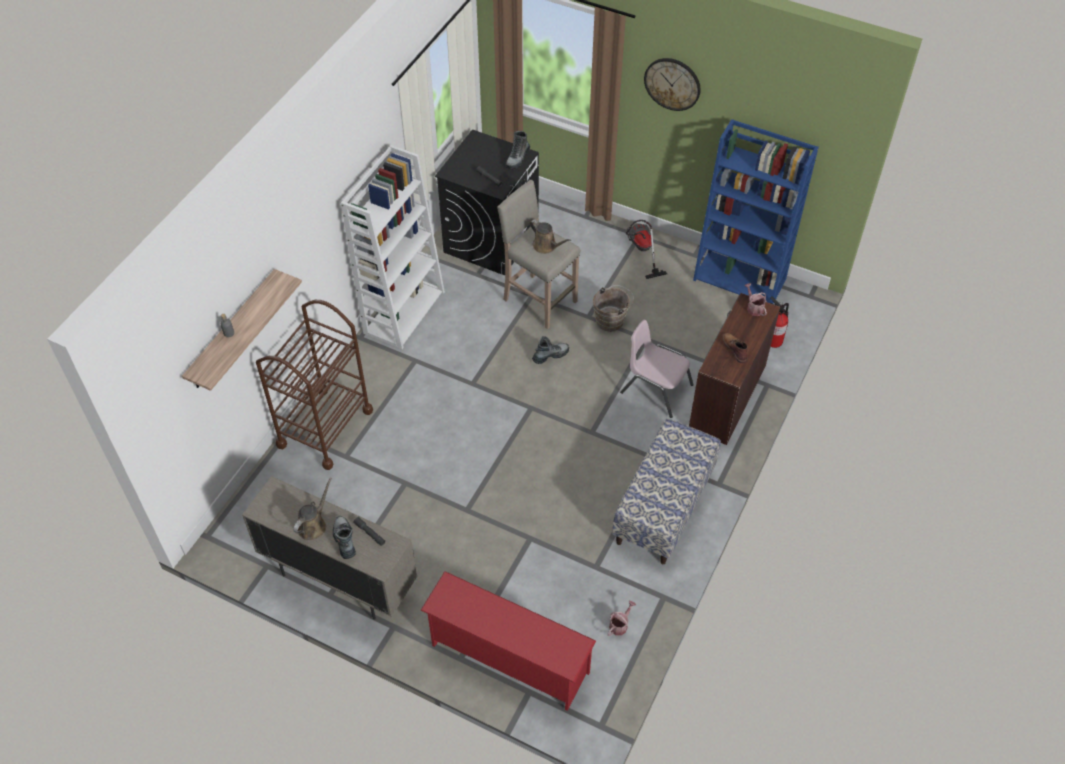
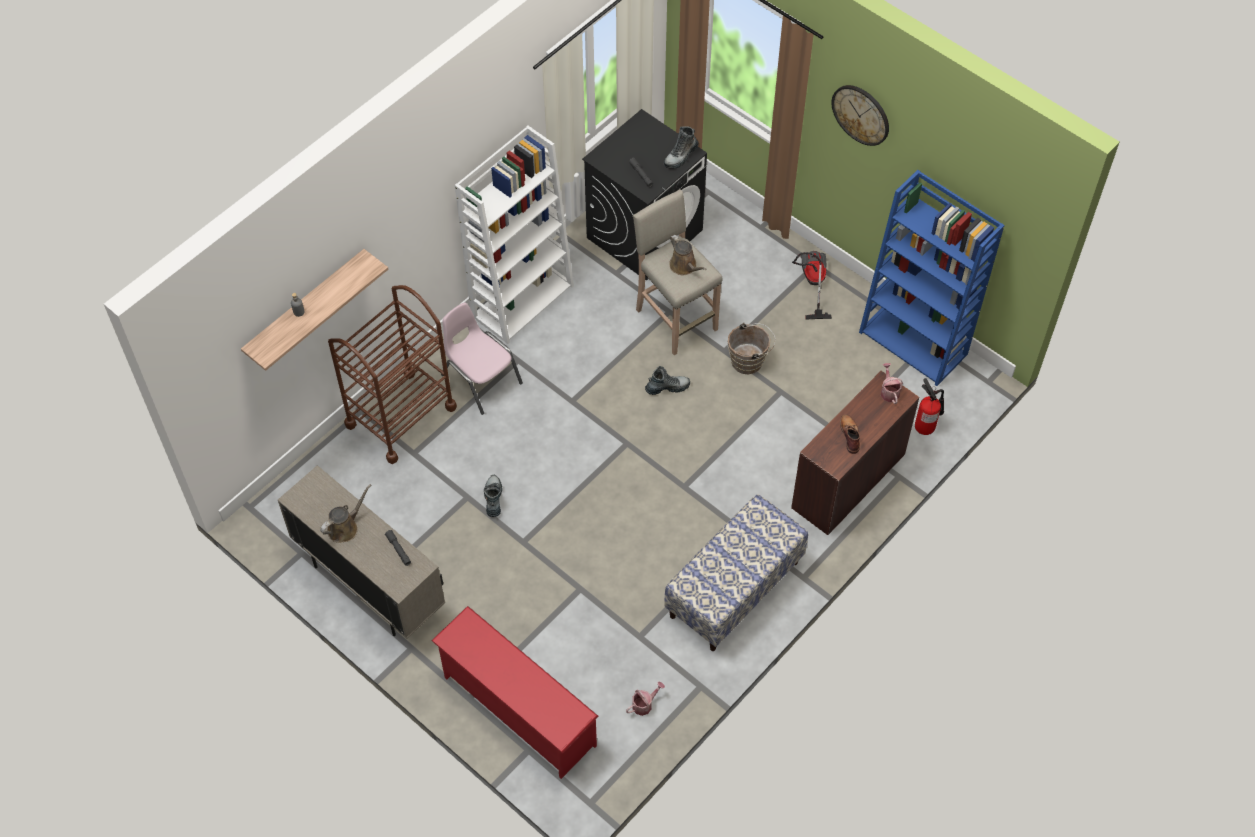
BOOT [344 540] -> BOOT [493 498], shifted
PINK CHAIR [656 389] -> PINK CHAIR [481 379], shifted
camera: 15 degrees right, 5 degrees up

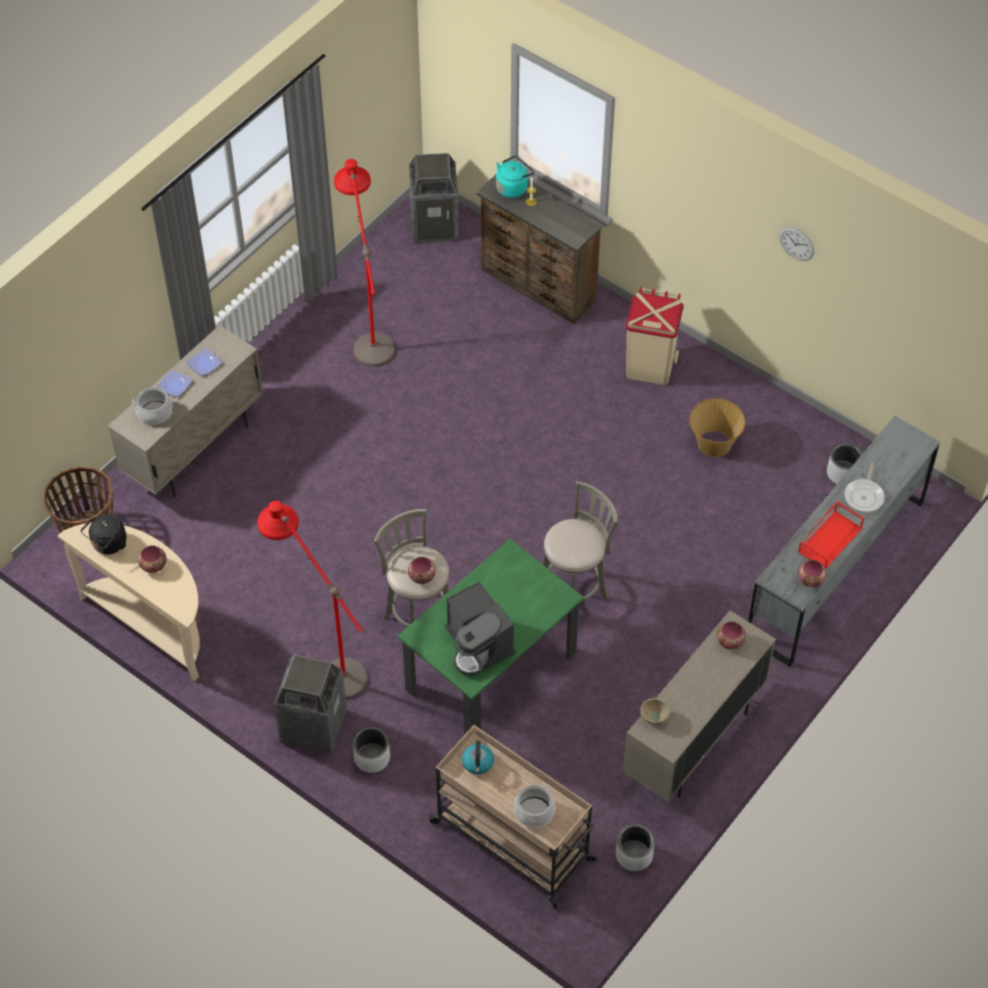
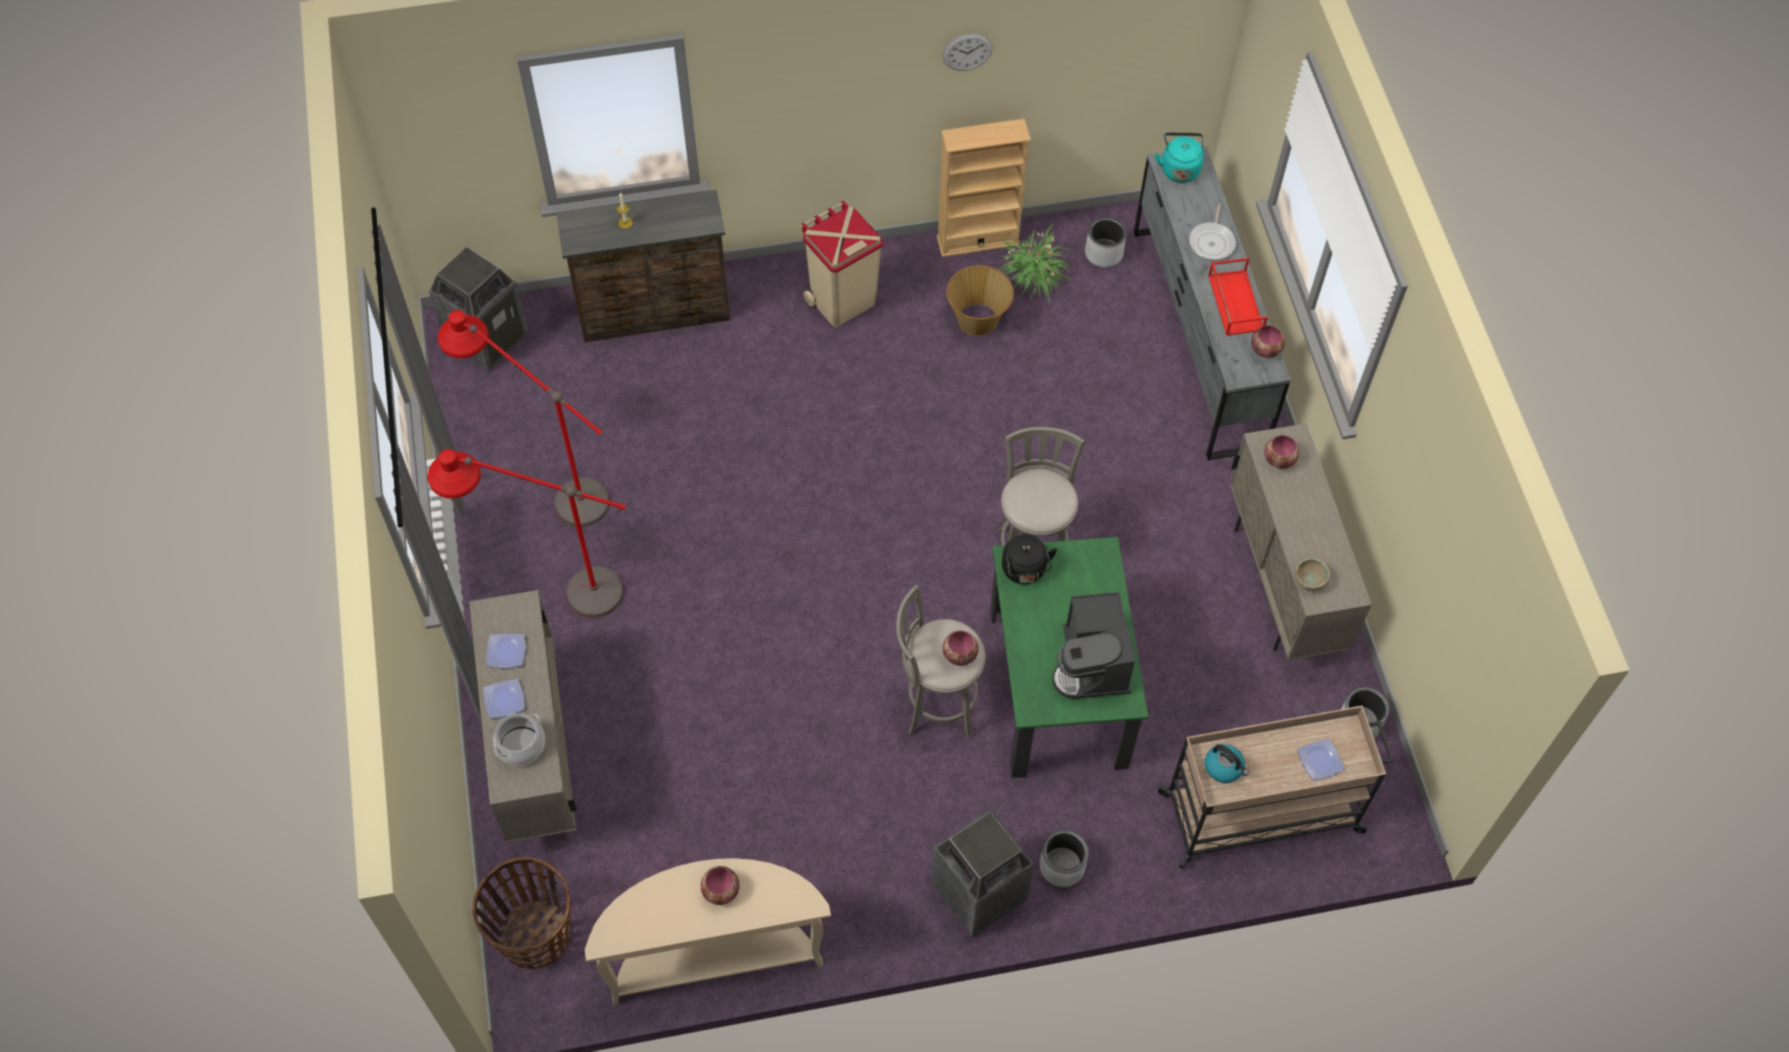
none -> BEIGE BOOKCASE [978 240]
none -> POTTED PLANT [1033 275]
BLACK KETTLE [108 545] -> BLACK KETTLE [1024 571], shifted
RED FLOOR LAMP [323 657] -> RED FLOOR LAMP [554 592], shifted
TURQUOISE KETTLE [513 187] -> TURQUOISE KETTLE [1179 168], shifted
COOKING POT [534 811] -> PLATE [1319 760]
COFFEE MACHINE [479 645] -> COFFEE MACHINE [1092 664], 75 degrees clockwise
FRYING PAN [864 496] -> FRYING PAN [1212 241], 45 degrees clockwise
camera: 50 degrees left, 5 degrees up

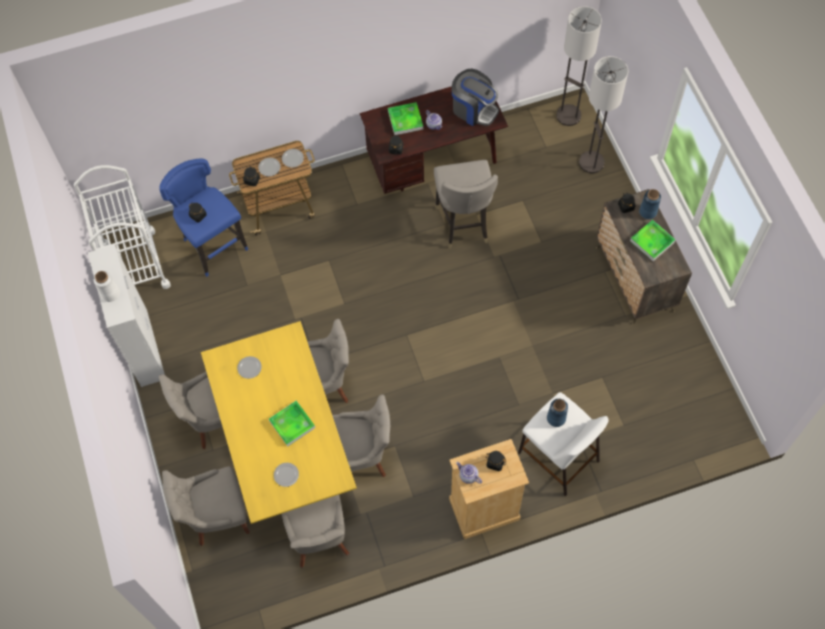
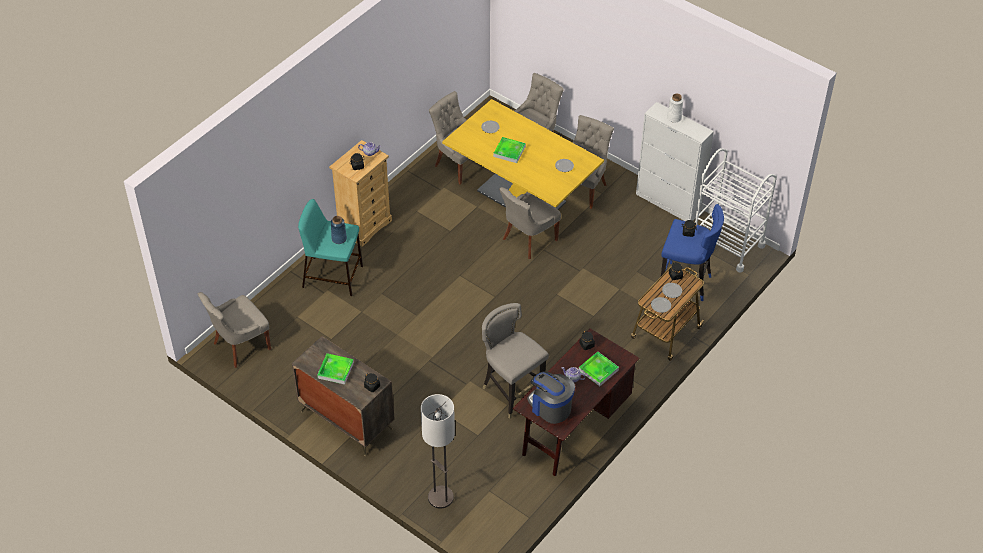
FLOOR LAMP [568 115] -> none
BLUE VASE [648 212] -> none
GREY CHAIR [360 456] -> GREY CHAIR [240 346], shifted
WHITE STOOL [557 456] -> TURQUOISE STOOL [333 276]
COFFEE MACHINE [474 109] -> COFFEE MACHINE [550 407], 45 degrees clockwise
camera: 145 degrees right, 15 degrees down

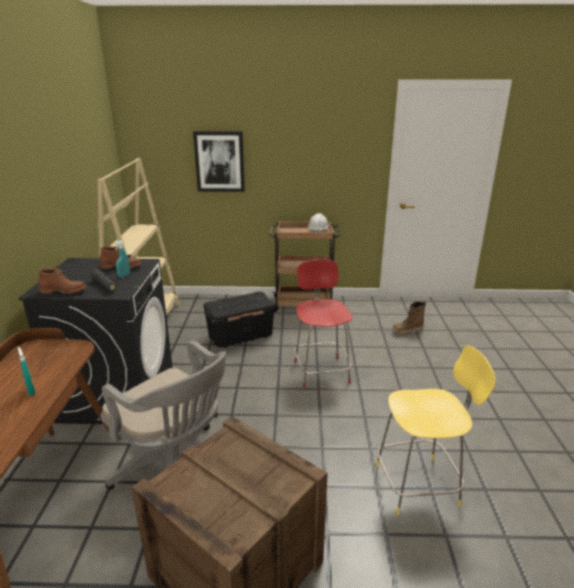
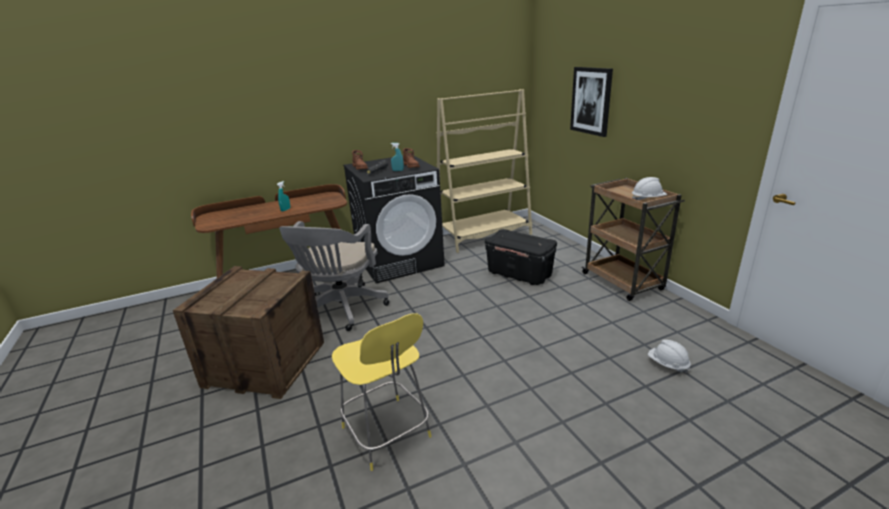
RED STOOL [321 370] -> none
BOOT [407 331] -> WHITE HARD HAT [667 364]
camera: 65 degrees right, 0 degrees up

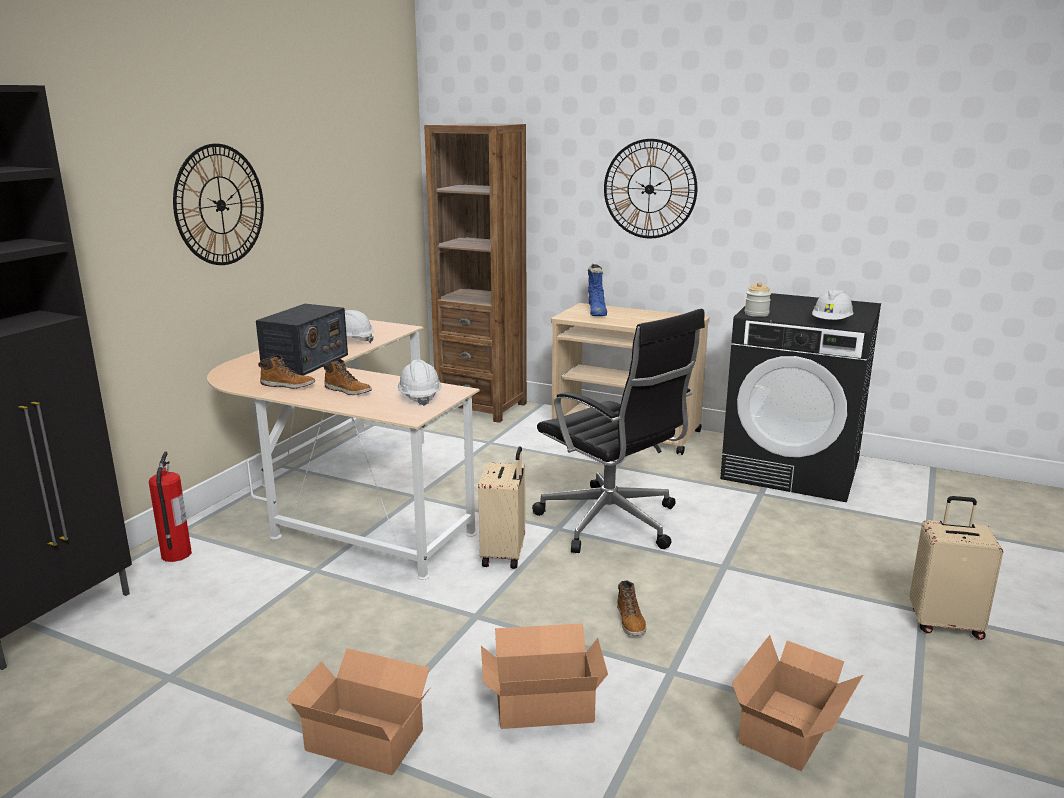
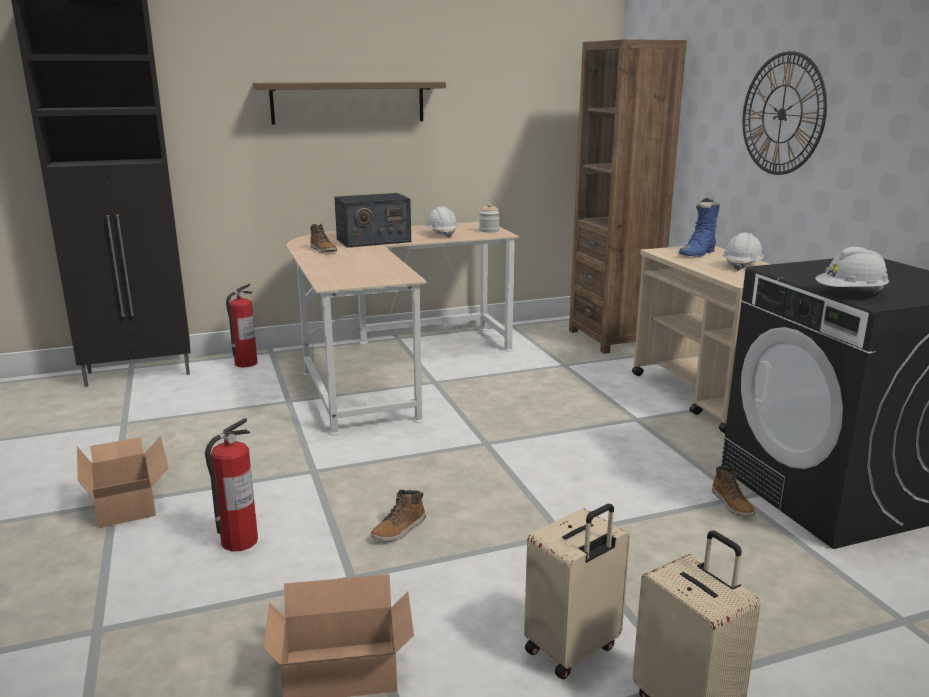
BLACK OFFICE CHAIR [612 523] -> none
BOOT [348 391] -> BOOT [733 504], shifted
WHITE HARD HAT [419 397] -> WHITE HARD HAT [741 266], shifted
BEIGE SUITCASE [505 555] -> BEIGE SUITCASE [573 650], shifted
JAR [756 314] -> JAR [489 230], shifted
WALL CLOCK [220 205] -> SHELF [348 102]
CARDBOARD BOX [541 702] -> FIRE EXTINGUISHER [239 541]
camera: 45 degrees right, 0 degrees up

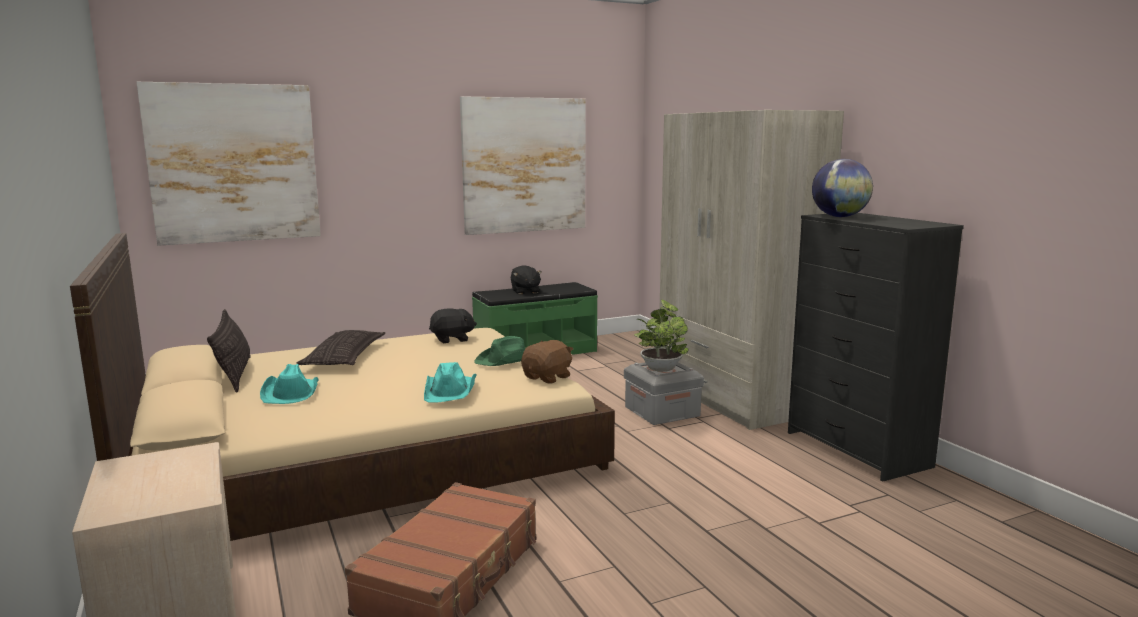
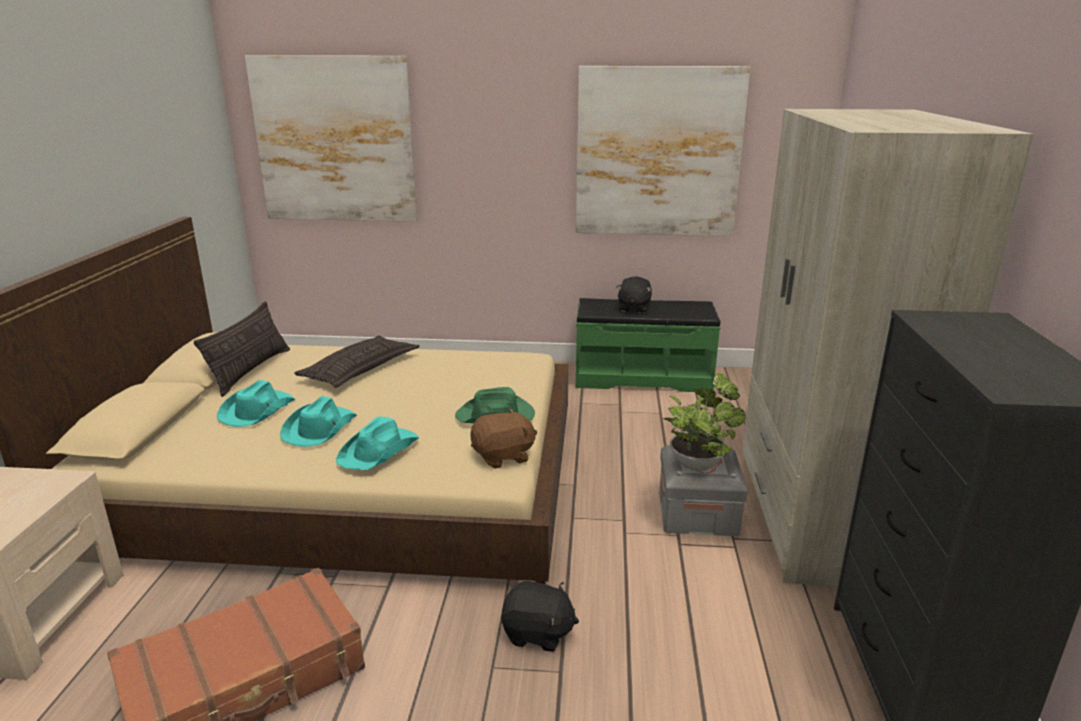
GLOBE [840 216] -> none
none -> TURQUOISE HAT [319 428]
BLACK PLUSH TOY [452 339] -> BLACK PLUSH TOY [537 633], shifted
camera: 30 degrees right, 10 degrees up

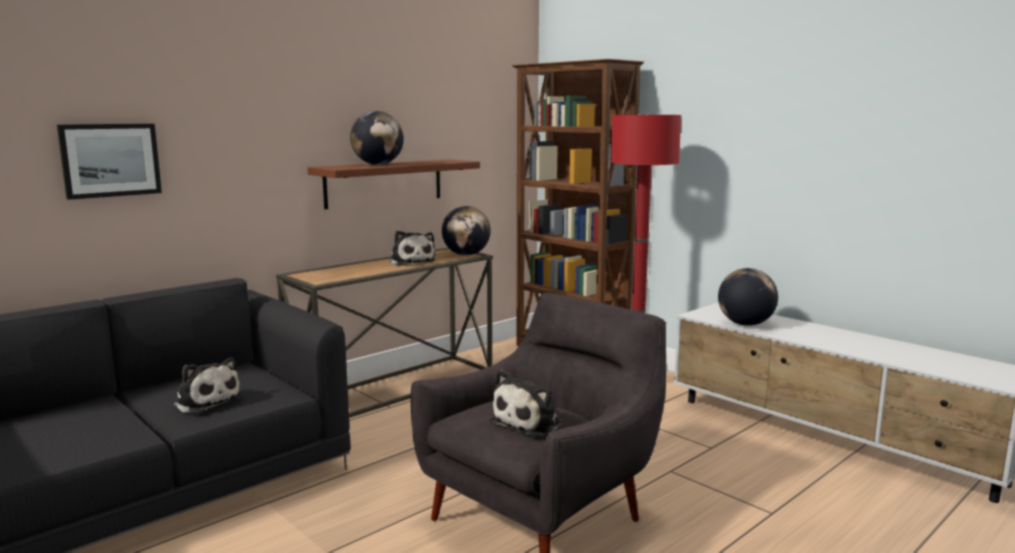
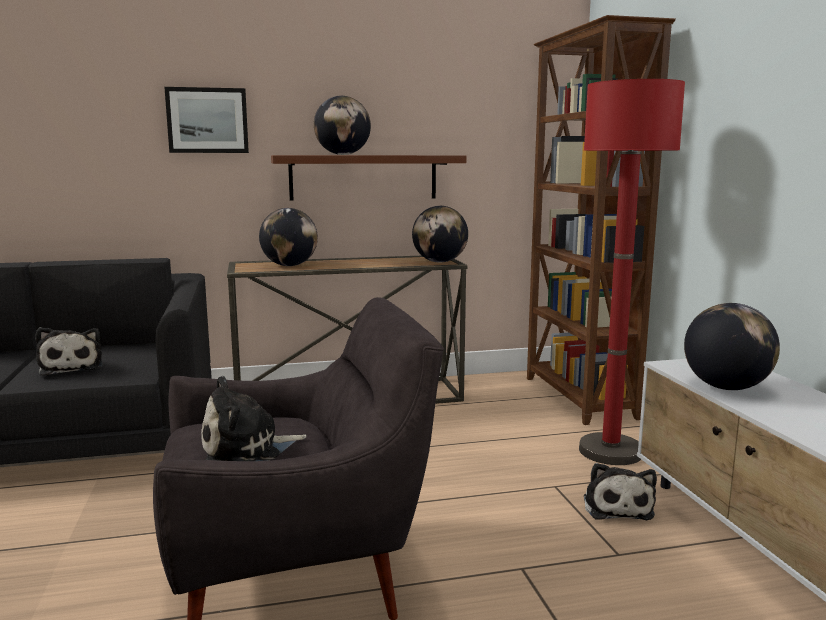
none -> GLOBE [289 266]
PICTURE [110 160] -> PICTURE [207 120], shifted
PLUSH TOY [411 261] -> PLUSH TOY [616 506], shifted
camera: 30 degrees right, 0 degrees up

